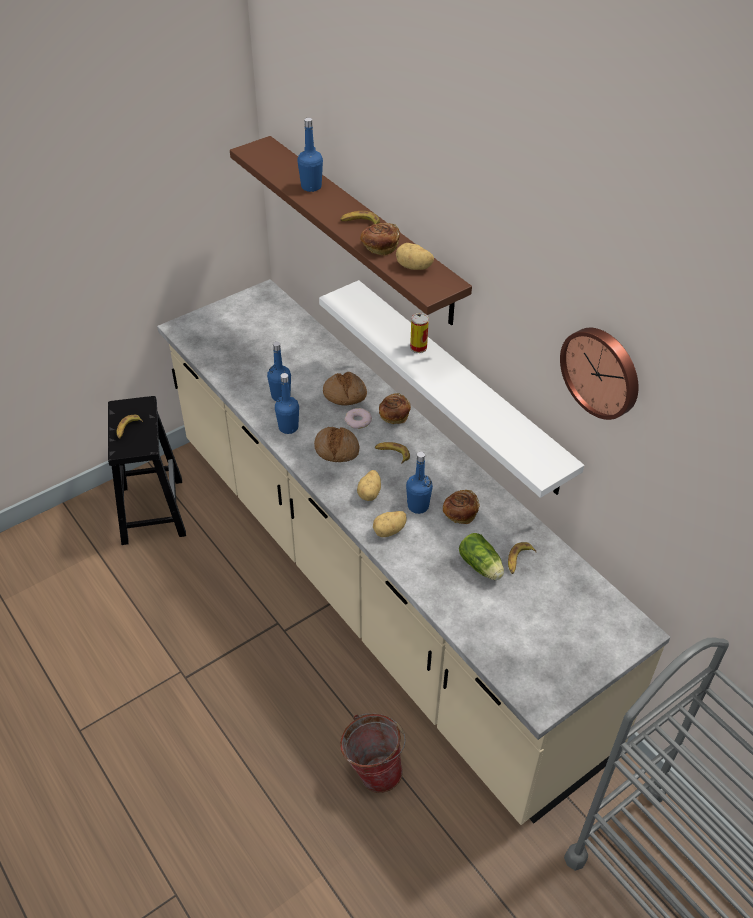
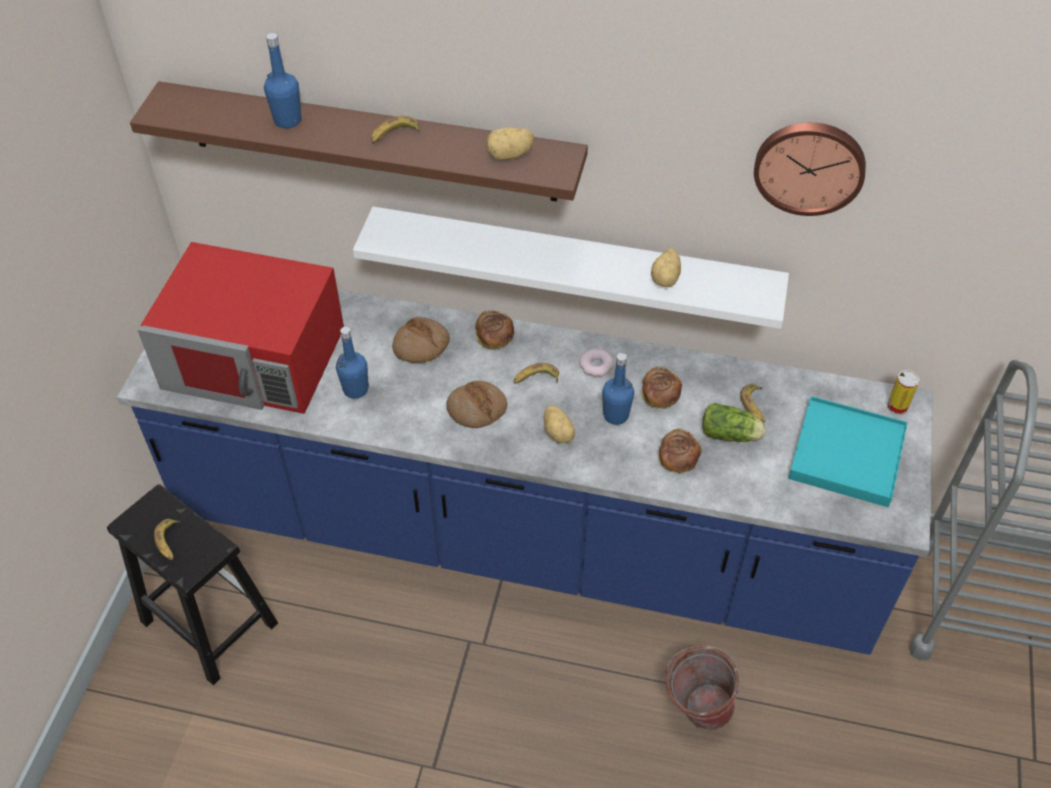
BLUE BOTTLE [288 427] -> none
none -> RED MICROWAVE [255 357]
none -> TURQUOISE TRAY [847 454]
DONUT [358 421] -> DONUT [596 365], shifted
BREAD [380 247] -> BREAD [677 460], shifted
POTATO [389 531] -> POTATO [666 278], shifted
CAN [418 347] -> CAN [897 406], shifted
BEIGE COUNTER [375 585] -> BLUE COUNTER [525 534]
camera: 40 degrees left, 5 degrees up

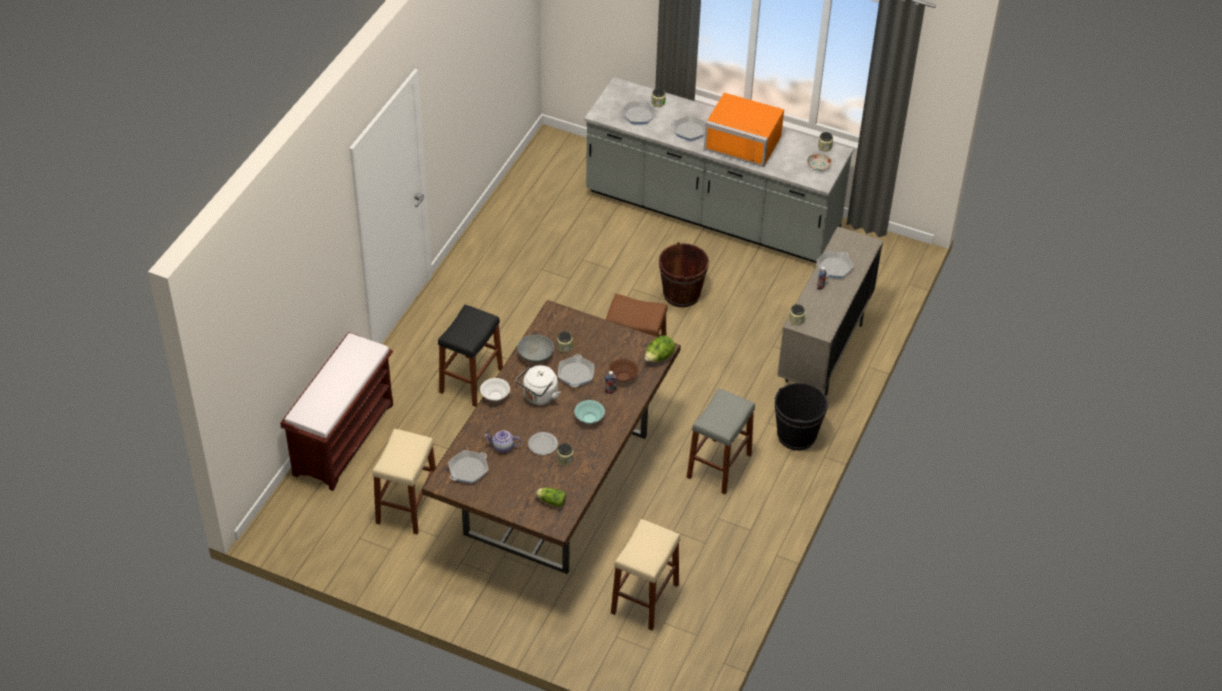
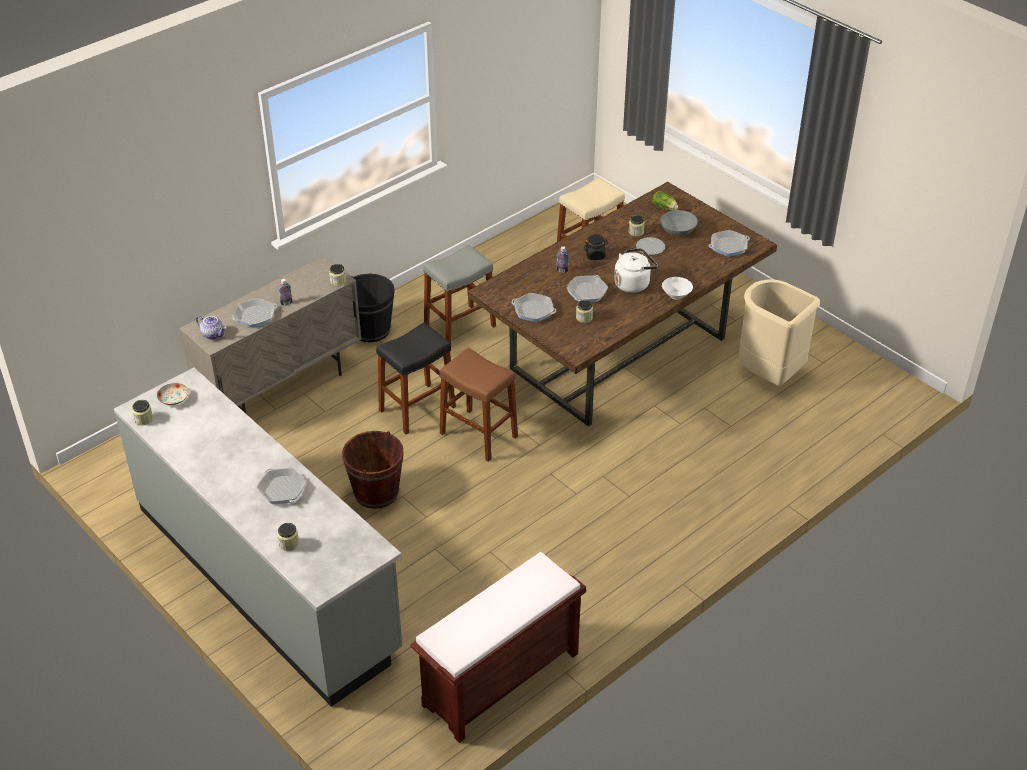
BROWN BOWL [623 377] -> none
LETTUCE [659 358] -> none
ORANGE MICROWAVE [745 141] -> none
BROWN BENCH [344 438] -> BROWN BENCH [500 681], shifted
BLACK STOOL [471 380] -> BLACK STOOL [417 408], shifted
TEAPOT [503 447] -> TEAPOT [213 334], shifted
GREY BOWL [535 356] -> GREY BOWL [678 231], shifted
FRYING PAN [638 115] -> FRYING PAN [533 311], shifted
BEIGE STOOL [407 506] -> BEIGE TRASH CAN [769 375]
TURQUOISE BOWL [589 418] -> BLACK JAR [595 255]
camera: 155 degrees left, 5 degrees down

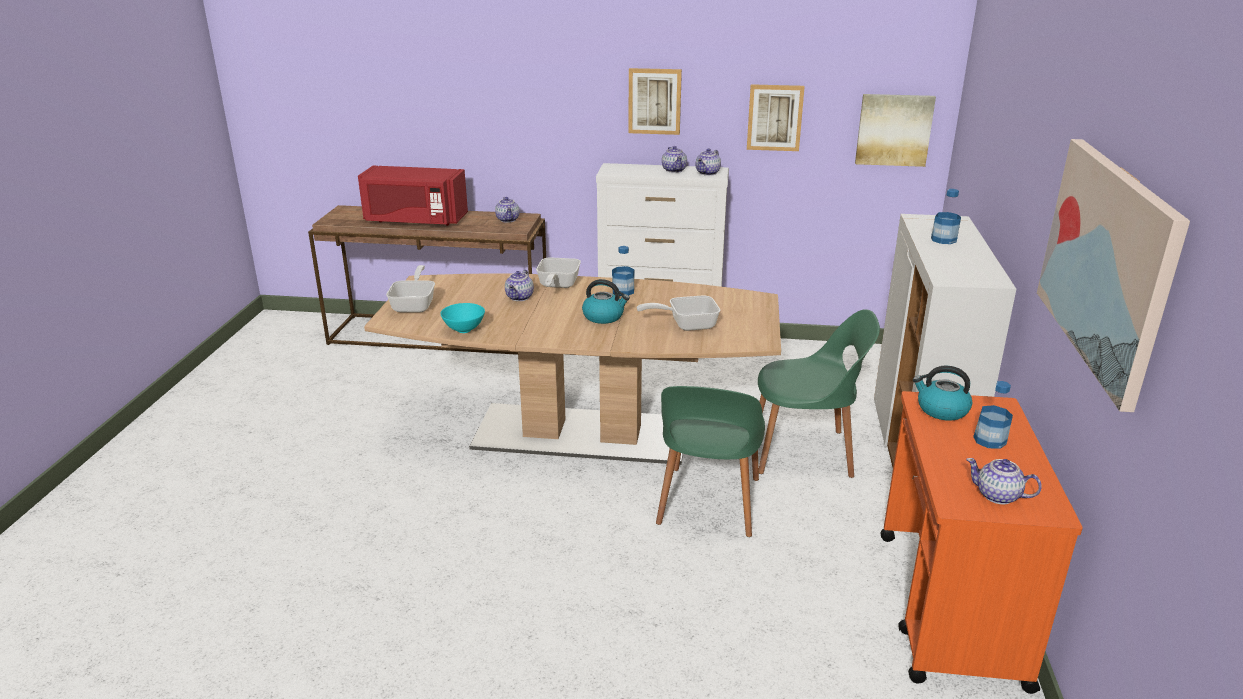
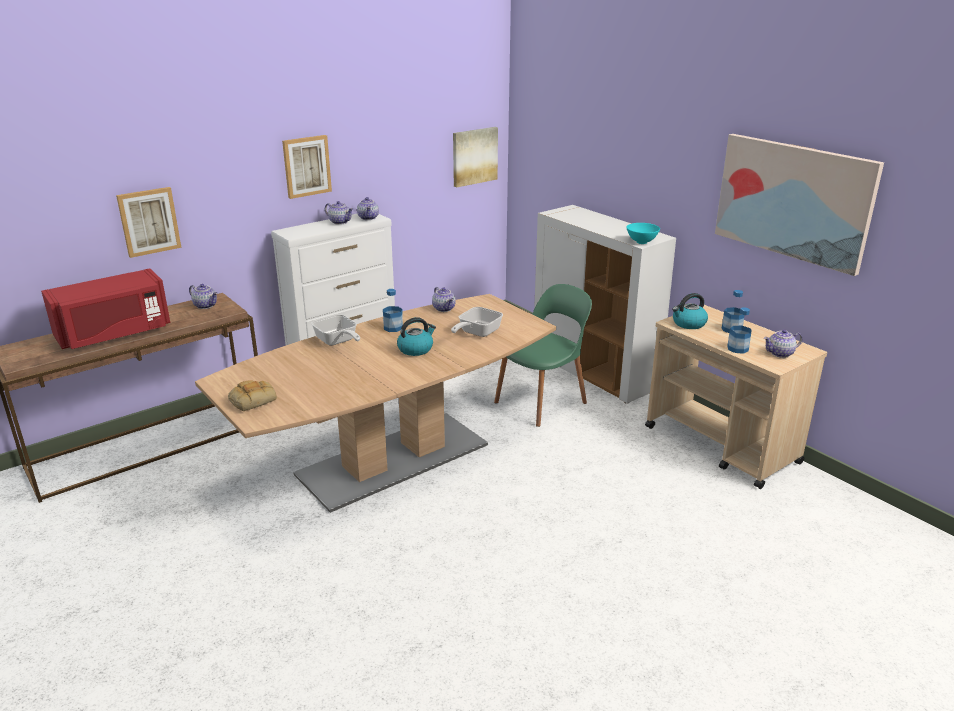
GREEN CHAIR [708 503] -> none
TURQUOISE BOWL [464 330] -> TURQUOISE BOWL [642 242], shifted
TEAPOT [520 297] -> TEAPOT [444 309], shifted
PICTURE [774 117] -> PICTURE [149 221], shifted
BOTTLE [943 240] -> BOTTLE [737 348], shifted
FRYING PAN [415 304] -> BREAD [253 399]
ORANGE CART [950 608] -> BEIGE CART [722 445]
camera: 45 degrees left, 0 degrees up

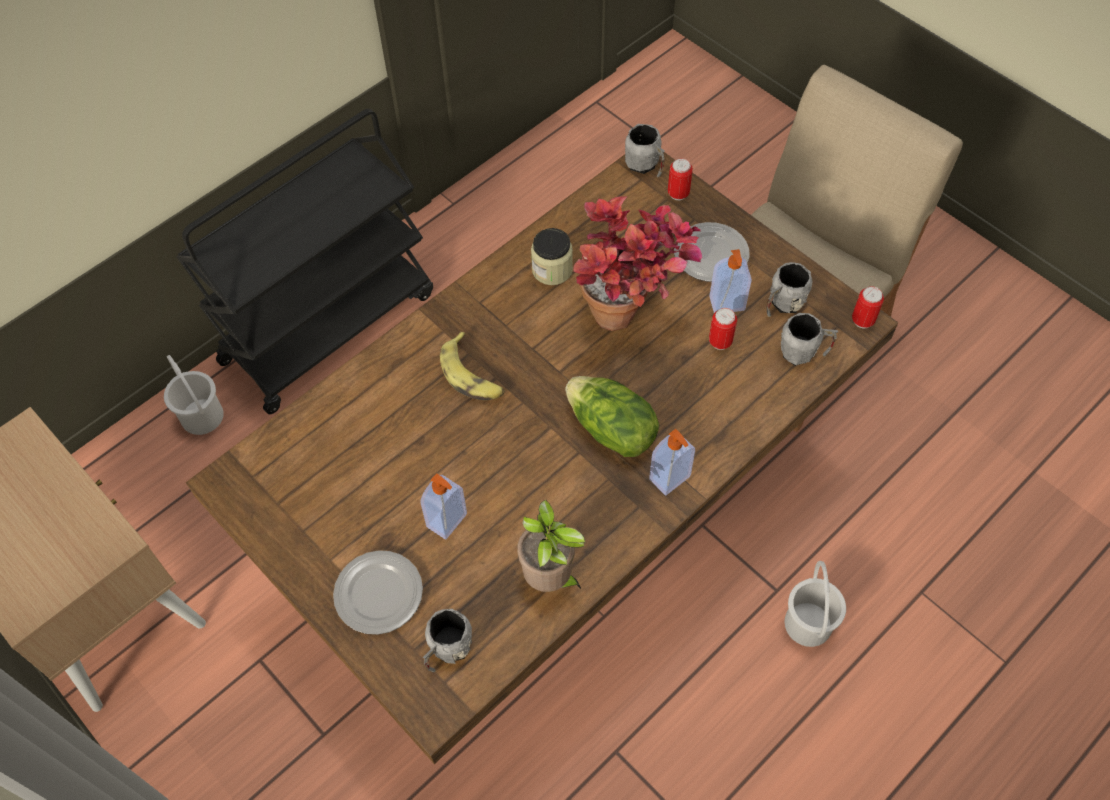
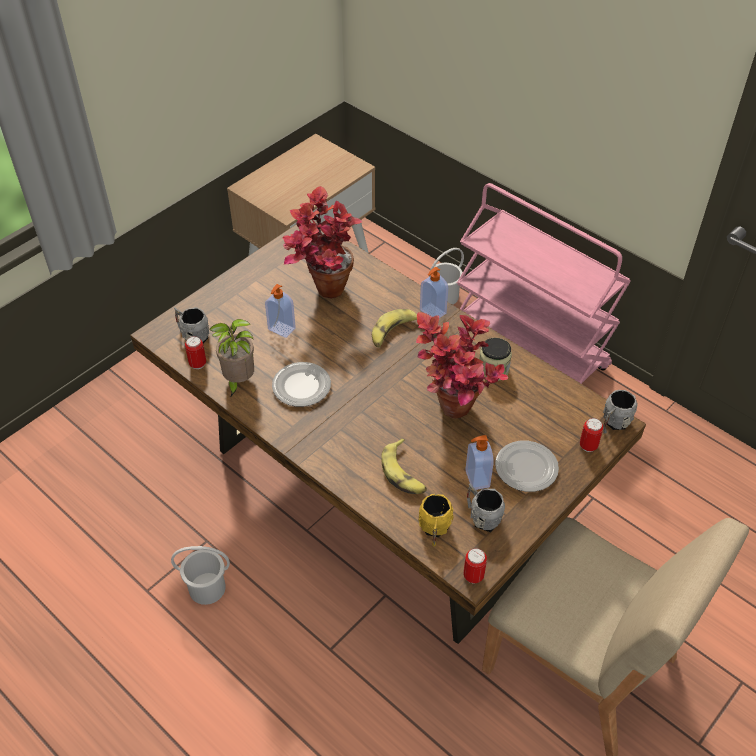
LETTUCE [611 431] -> none
none -> POTTED PLANT [321 294]
none -> BANANA [404 473]
PLATE [378 594] -> PLATE [301 386], shifted
SOAP DISPENSER [670 479] -> SOAP DISPENSER [432 312], shifted
CAN [720 342] -> CAN [198 364], shifted
WHITE BUCKET [809 623] -> WHITE BUCKET [207 588], shifted
BLACK CART [329 326] -> PINK CART [529 349]
GREY MUG [803 353] -> YELLOW MUG [434 530]
camera: 85 degrees right, 10 degrees down

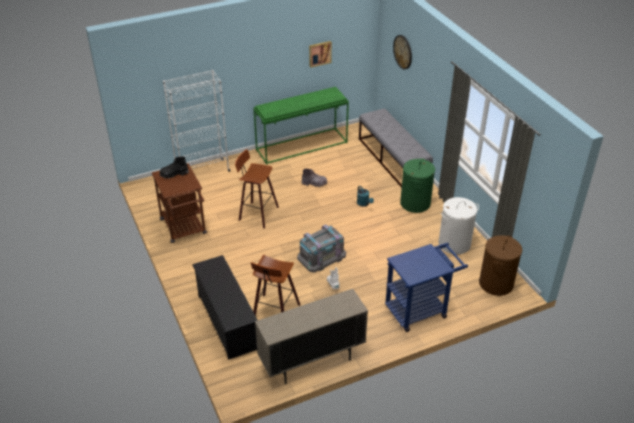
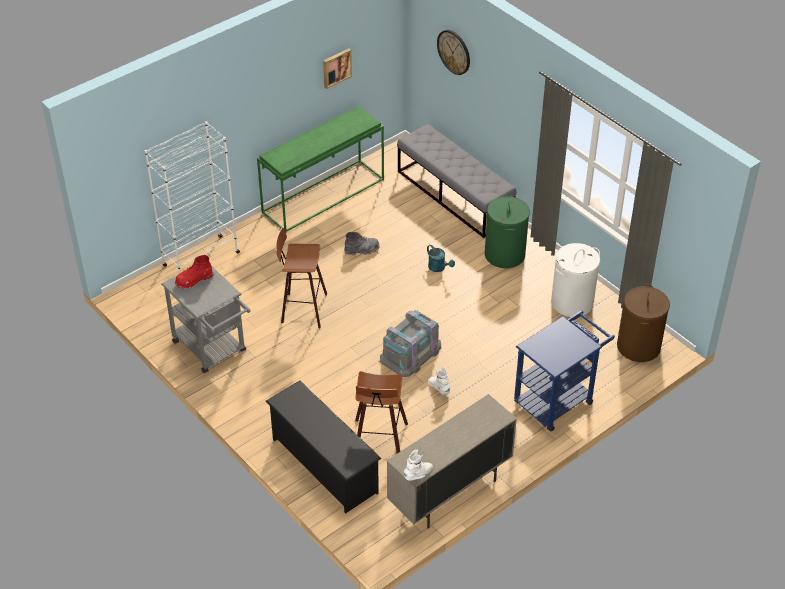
none -> WHITE BOOT [418 474]
BROWN CART [184 229] -> GREY CART [213 349]
BLACK BOOT [174 174] -> RED BOOT [194 280]
camera: 15 degrees left, 5 degrees up

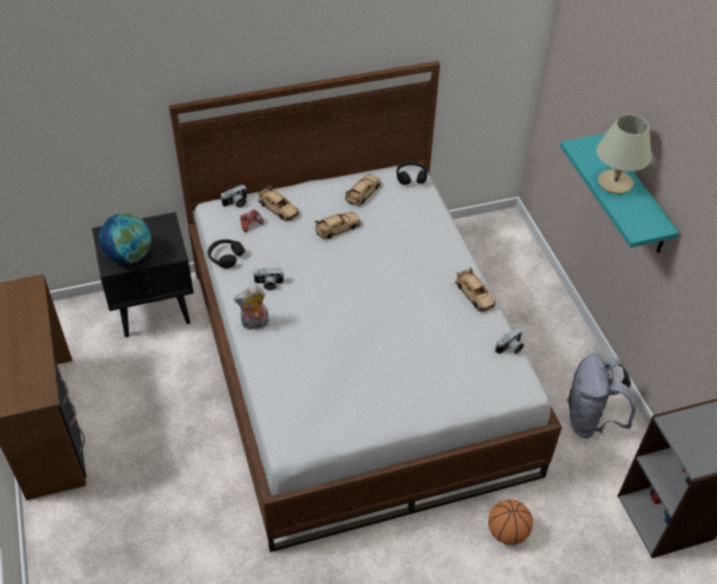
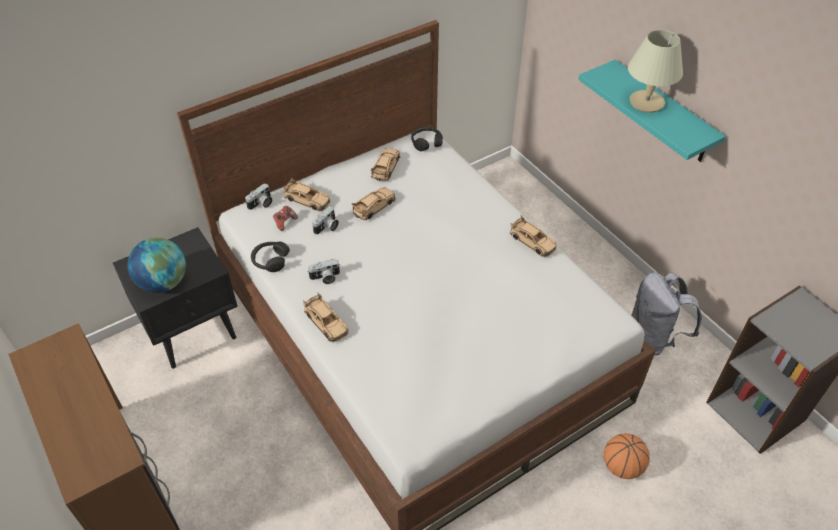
PHOTO CAMERA [510 348] -> PHOTO CAMERA [327 227], shifted
PLUSH TOY [254 324] -> BEIGE TOY CAR [326 322]
camera: 15 degrees left, 0 degrees up

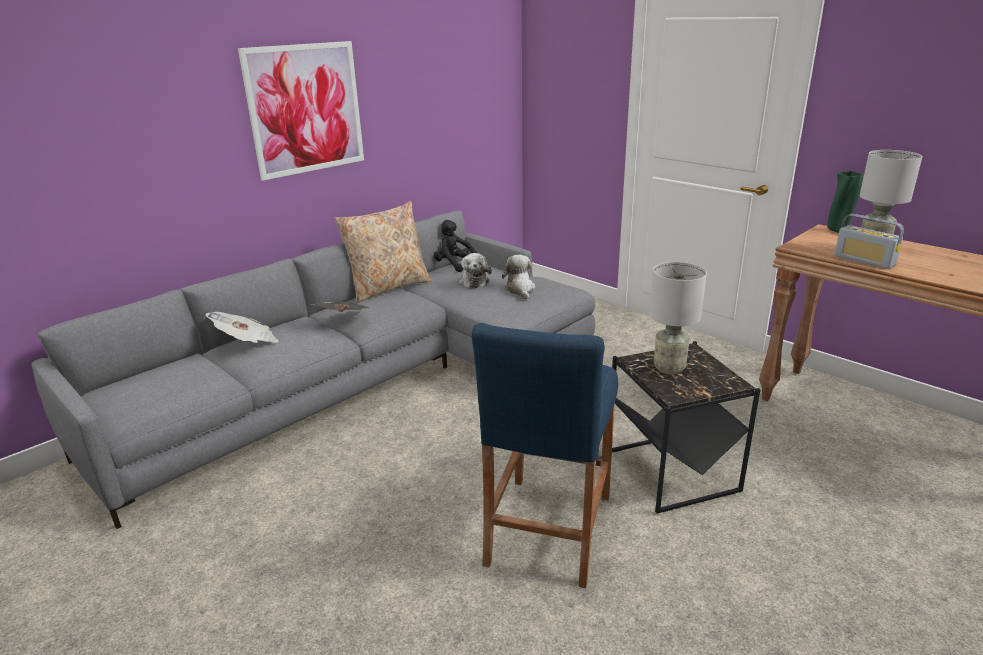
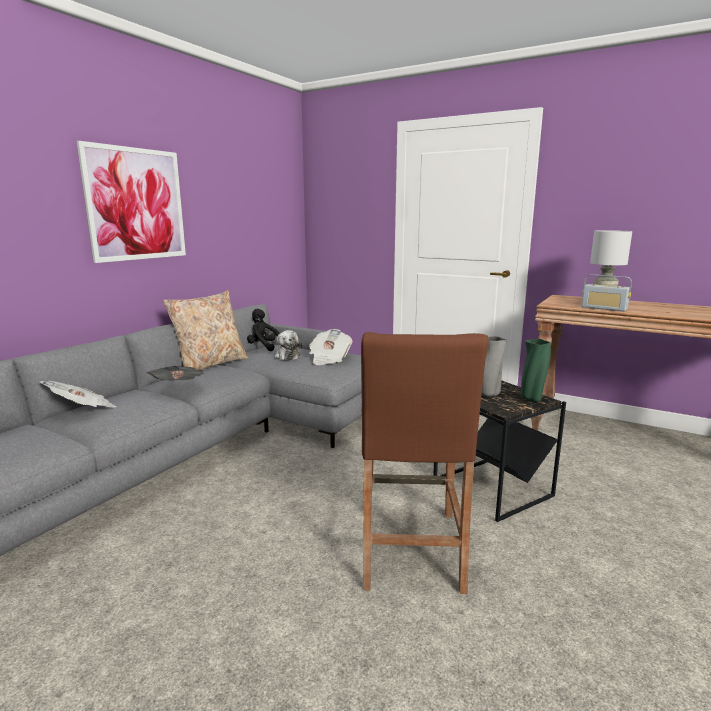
GREEN VASE [838 231] -> GREEN VASE [532 399], shifted
PLUSH TOY [520 290] -> NEWSPAPER [329 359]
GREY TABLE LAMP [669 368] -> GREY VASE [488 394]
BLUE STOOL [548 528] -> BROWN STOOL [410 548]
camera: 15 degrees left, 10 degrees down

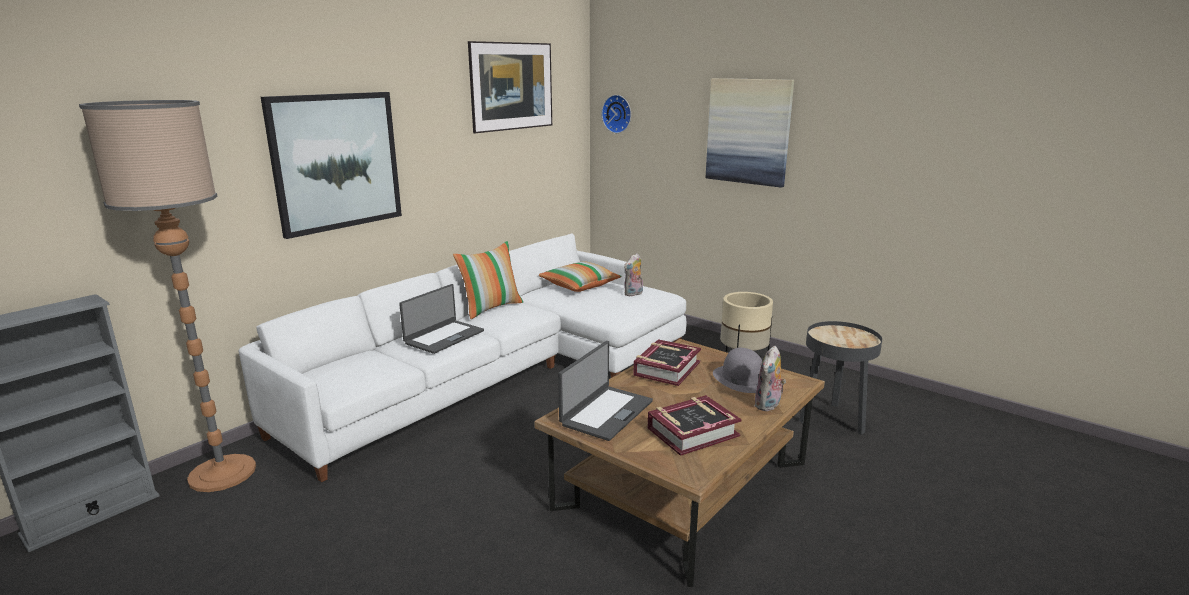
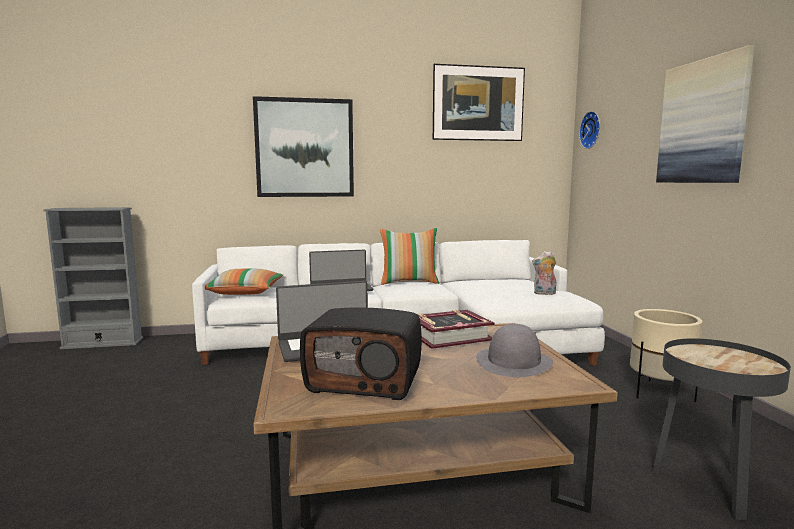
FLOOR LAMP [222 473] -> none
PLUSH TOY [768 405] -> none
PILLOW [579 286] -> PILLOW [245 292], shifted
BOOK [692 432] -> RADIO [365 380]
camera: 40 degrees right, 10 degrees down

